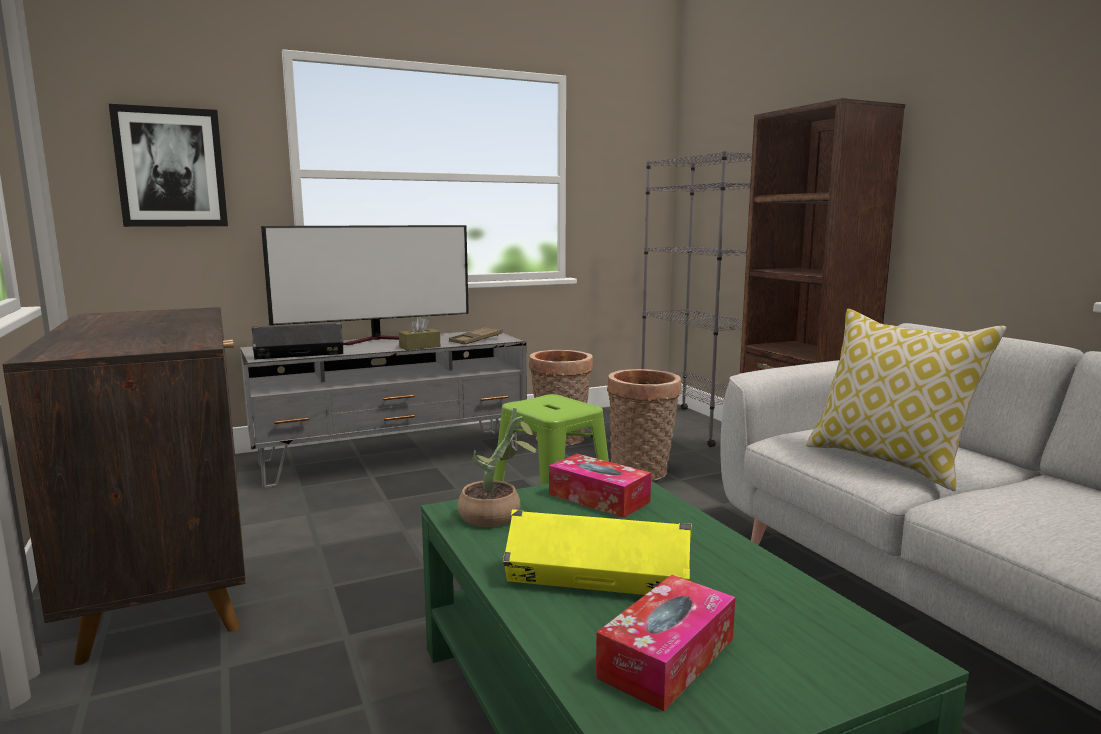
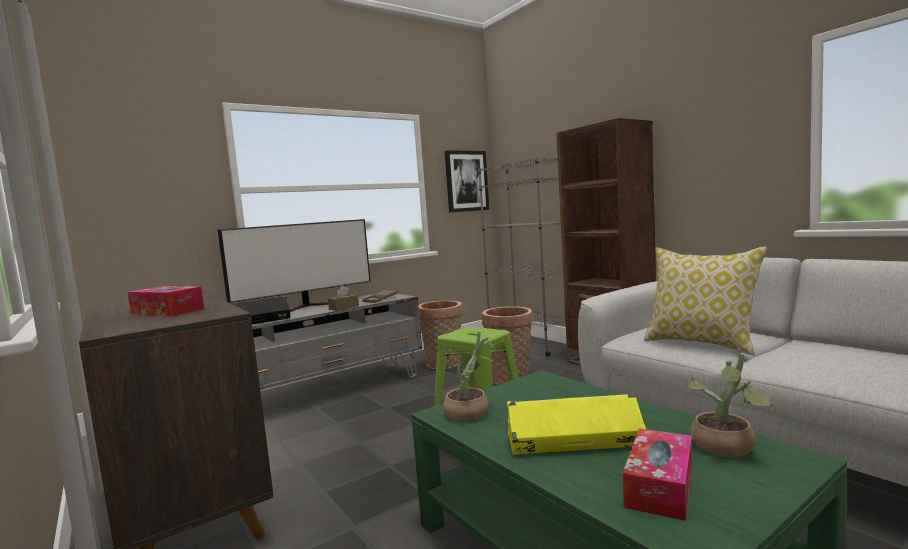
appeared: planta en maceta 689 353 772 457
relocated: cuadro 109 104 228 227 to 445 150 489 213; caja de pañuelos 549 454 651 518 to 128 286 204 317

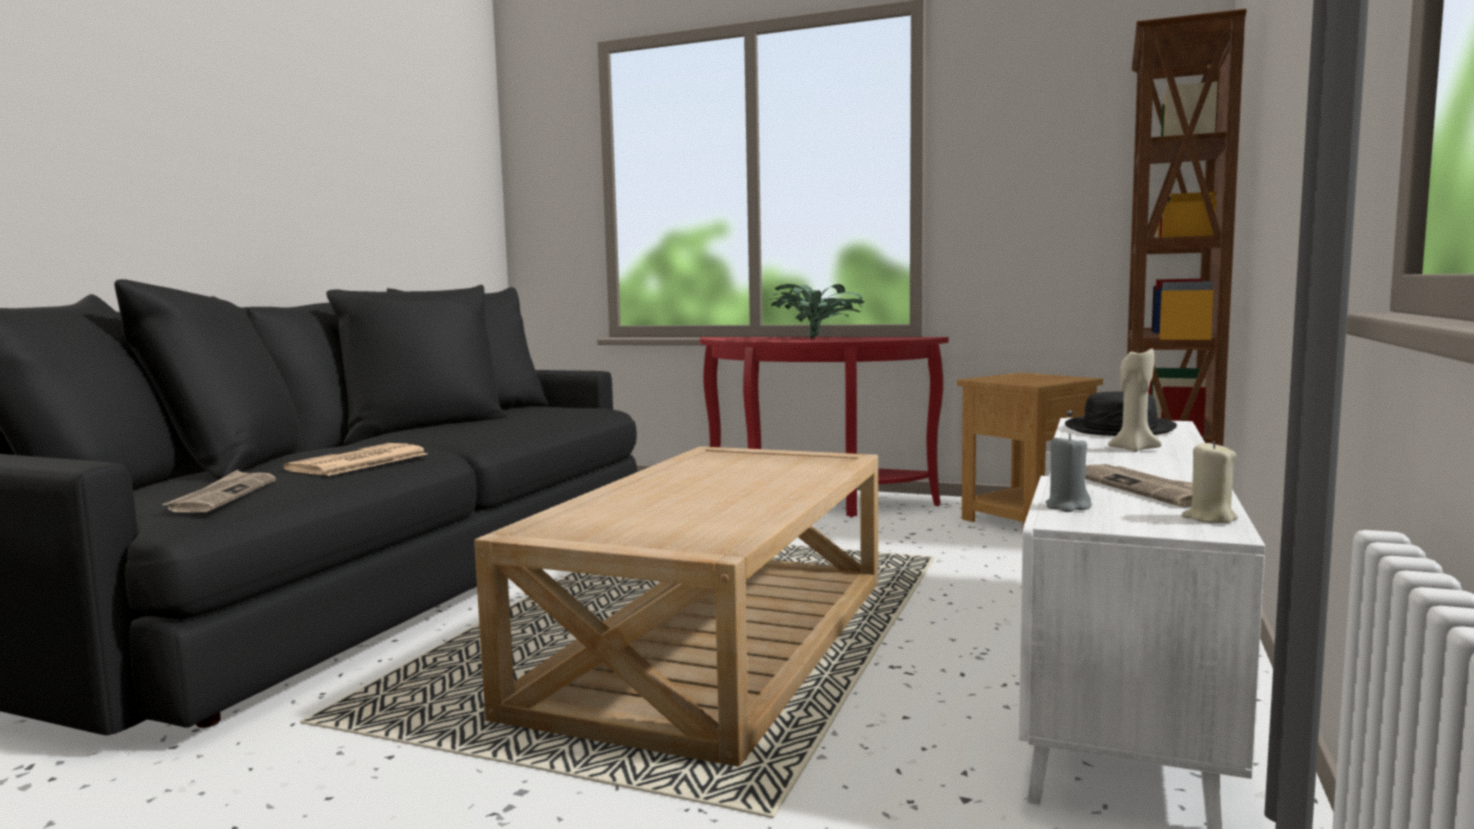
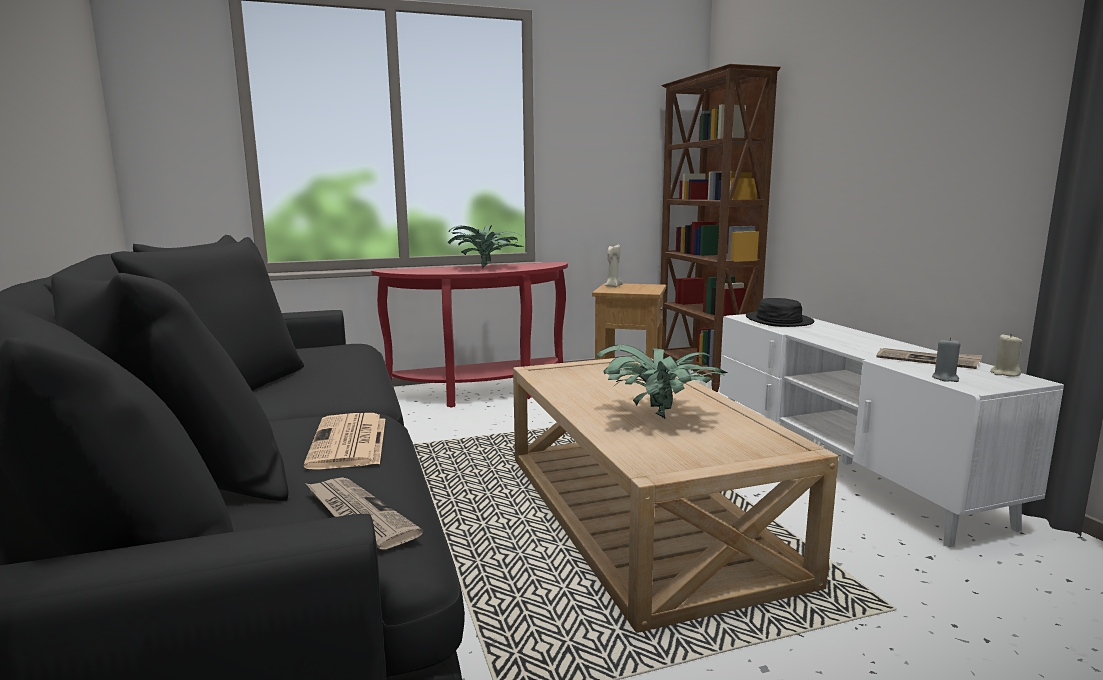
appeared: planta en maceta 596 345 728 419
relocated: vela [beis] 1108 346 1162 452 to 605 245 623 287

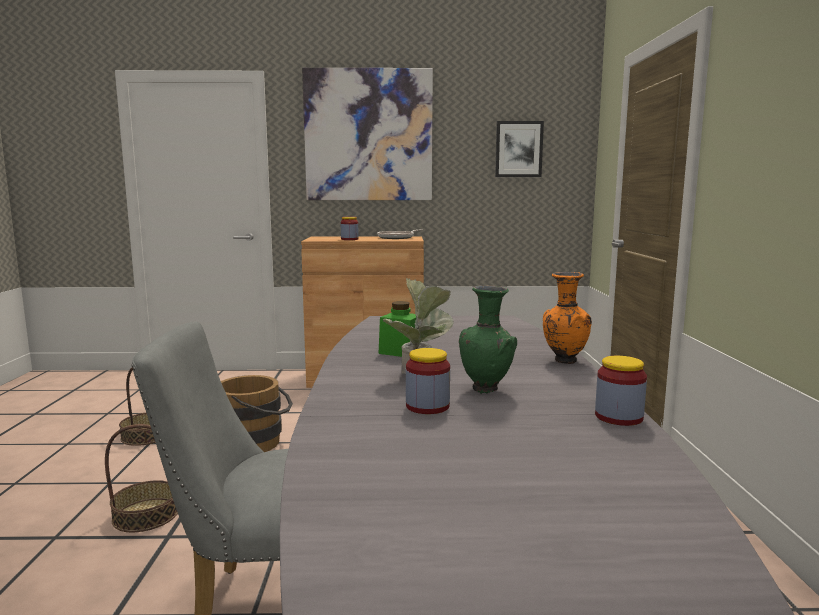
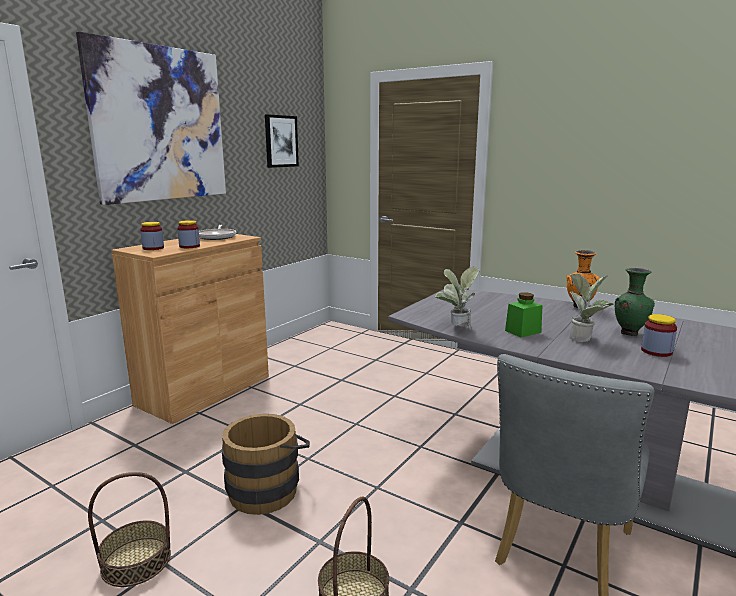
appeared: planta en maceta 435 266 479 330
relocated: tarro 595 356 647 426 to 140 222 164 250

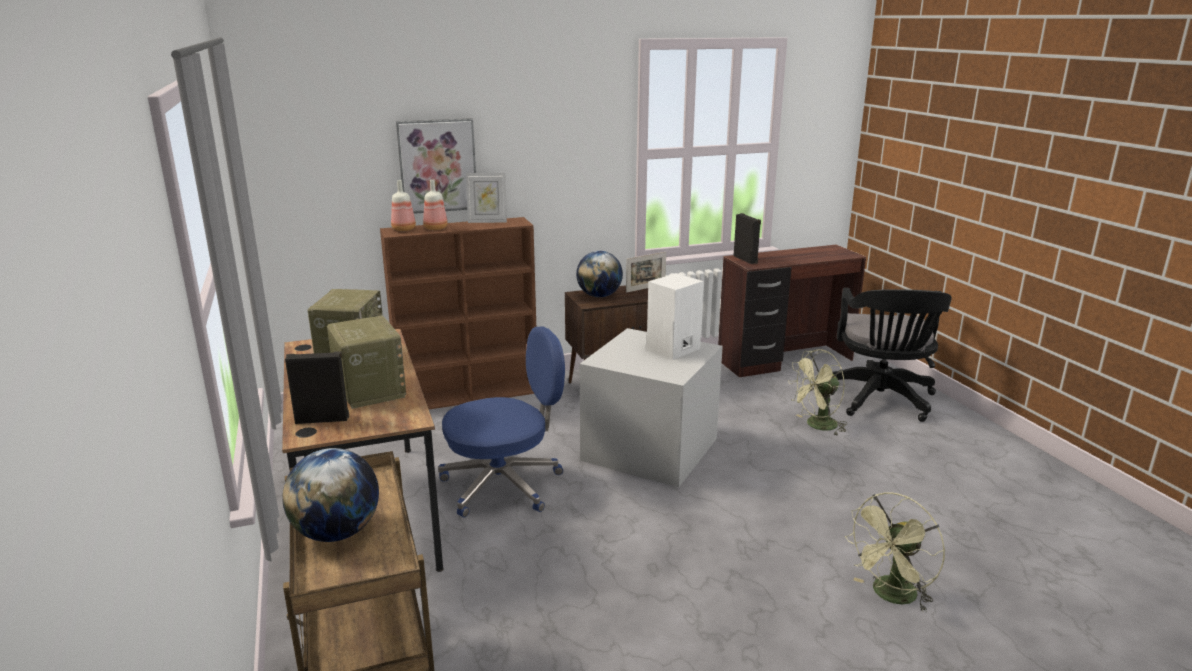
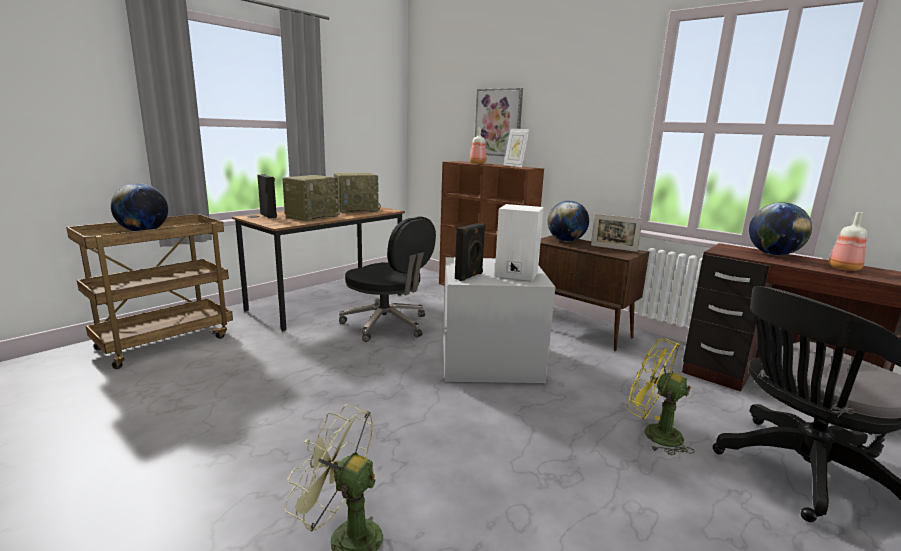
appeared: globo terráqueo 749 203 812 255
relocated: botella 391 180 416 231 to 829 212 867 271; altavoz [negro] 733 213 761 264 to 455 223 485 281
colour: silla de oficina [azul] 438 326 565 517 to silla de oficina [negro] 339 216 436 342; ventilador [verde] 788 349 847 435 to ventilador [amarillo] 627 338 695 456

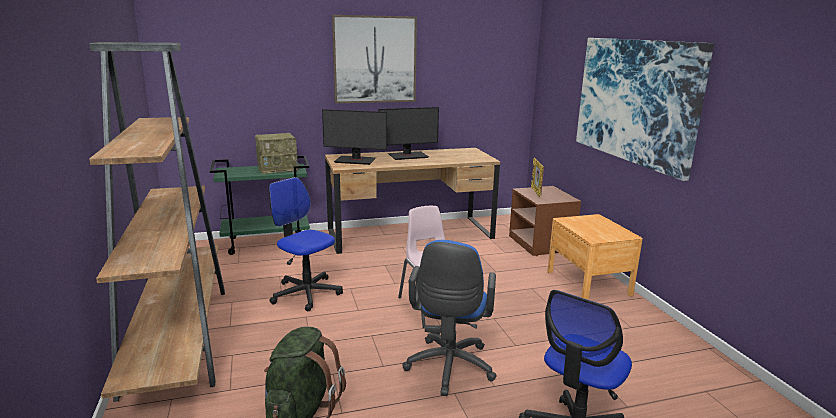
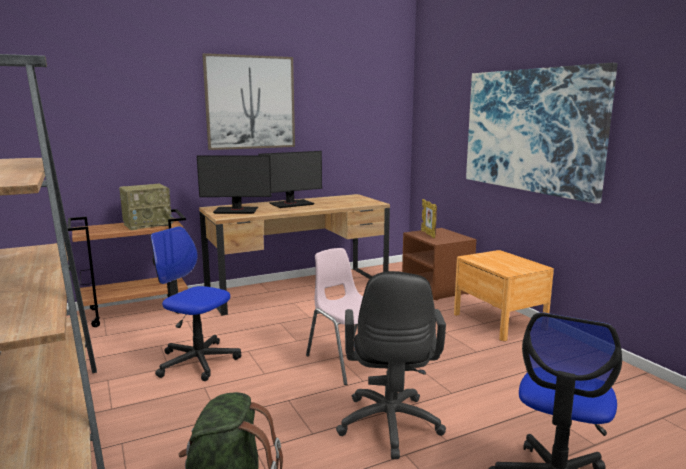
colour: carrito [verde] 210 156 310 255 to carrito [marrón] 68 209 188 327; silla de oficina [azul] 402 240 497 396 to silla de oficina [negro] 336 271 446 459

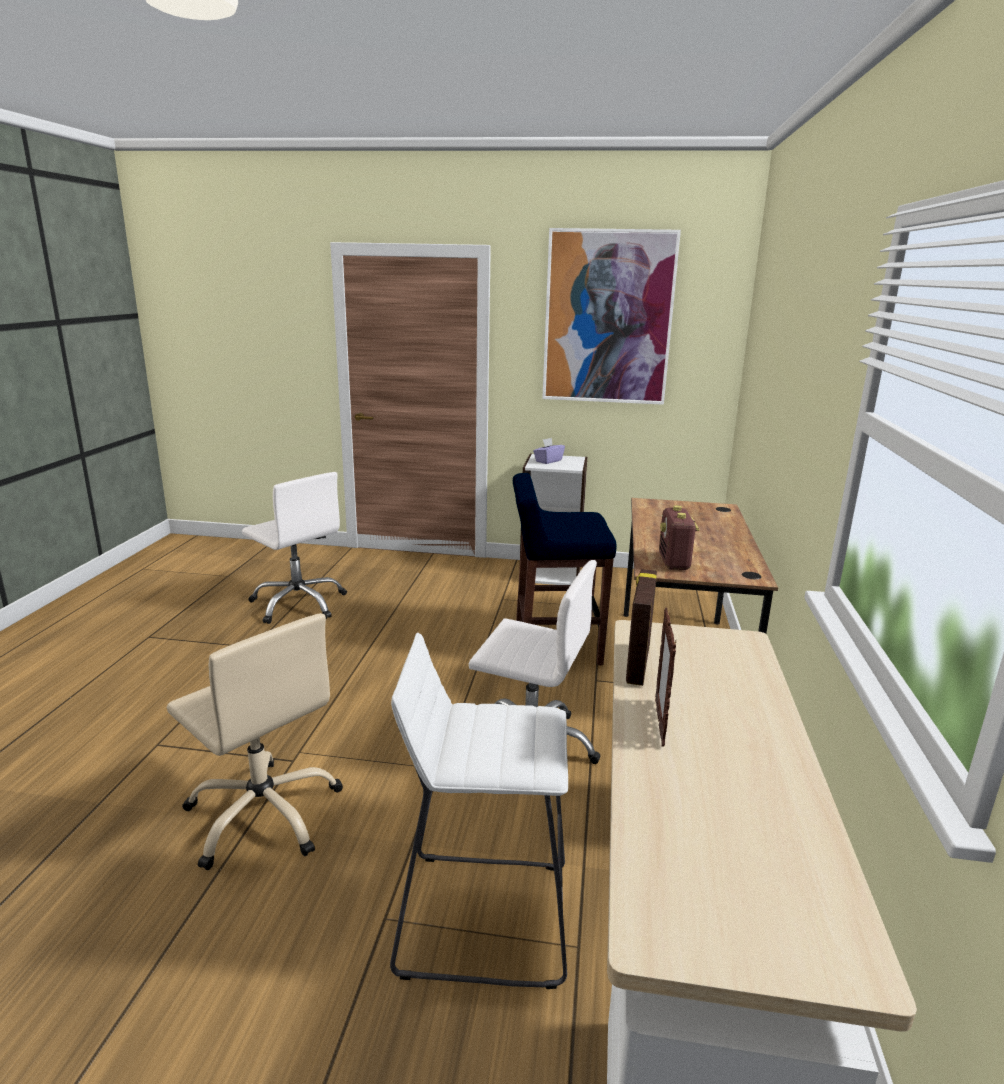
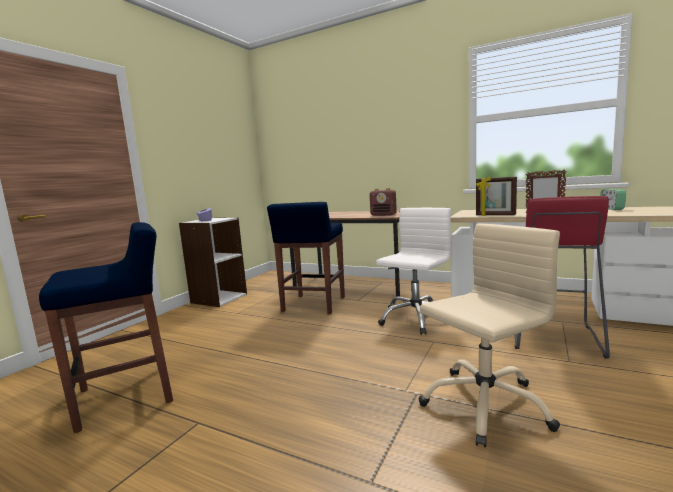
missing: cuadro 542 228 681 405
appeared: despertador 600 189 626 210
exchanged: silla de oficina [blanco] 242 472 347 624 to taburete [azul] 39 222 173 433
colour: taburete [blanco] 390 633 568 989 to taburete [rojo] 514 196 610 359

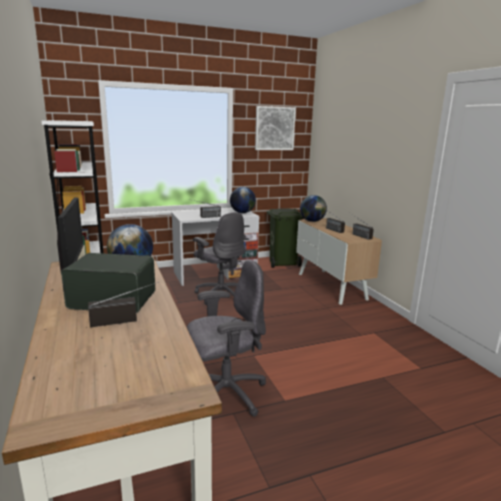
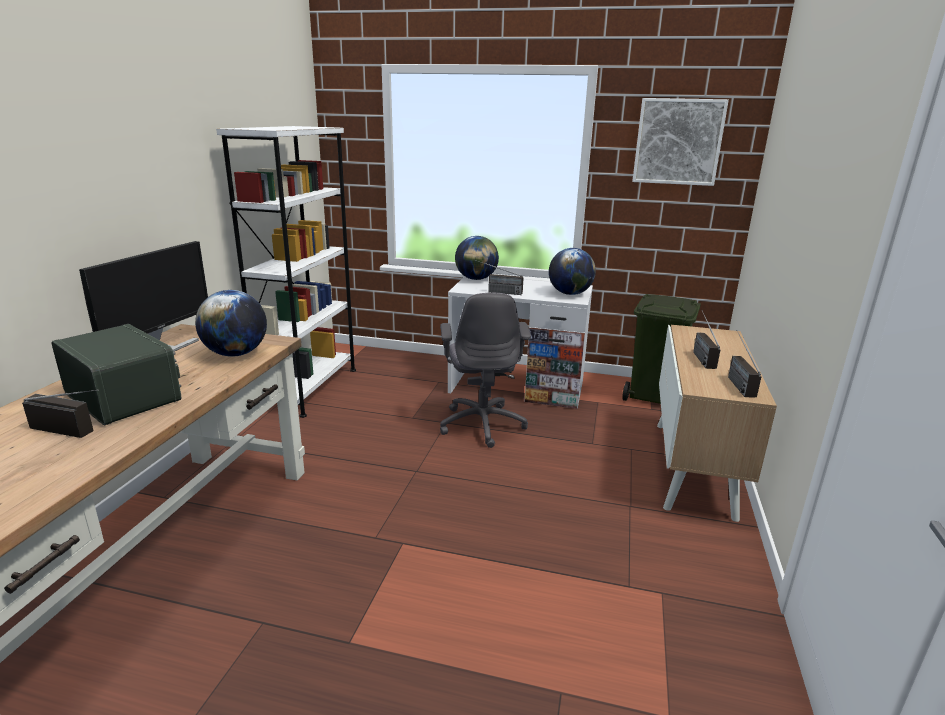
missing: silla de oficina [gris] 187 260 266 417
relocated: globo terráqueo 300 195 327 222 to 455 236 499 280

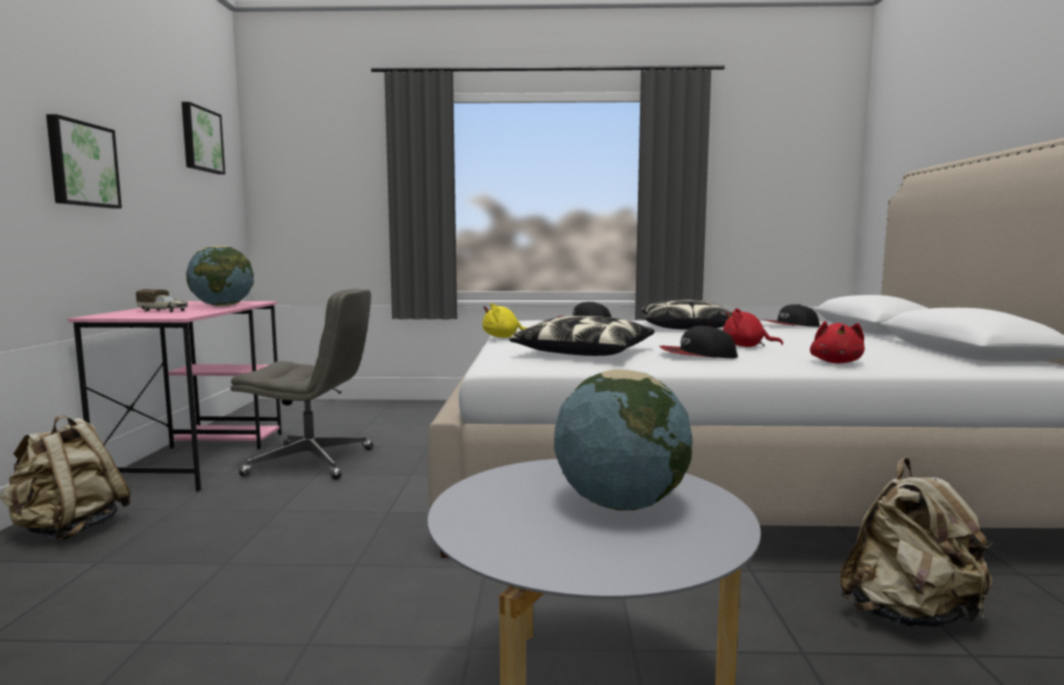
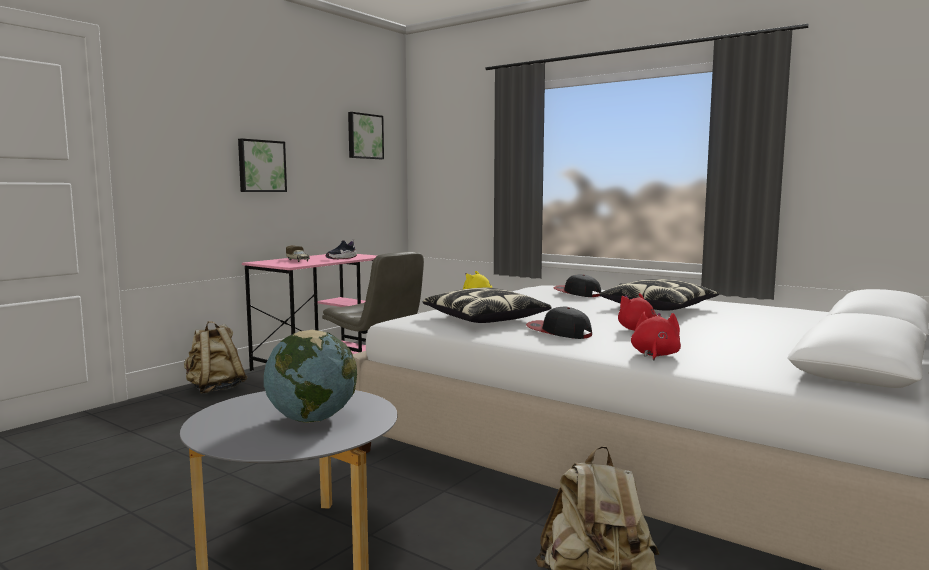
missing: gorra 765 304 820 327
exchanged: globo terráqueo 186 246 254 306 to zapato 326 239 357 259
spun: peluche [rojo] 810 321 865 363 = 631 312 681 361 150 degrees clockwise

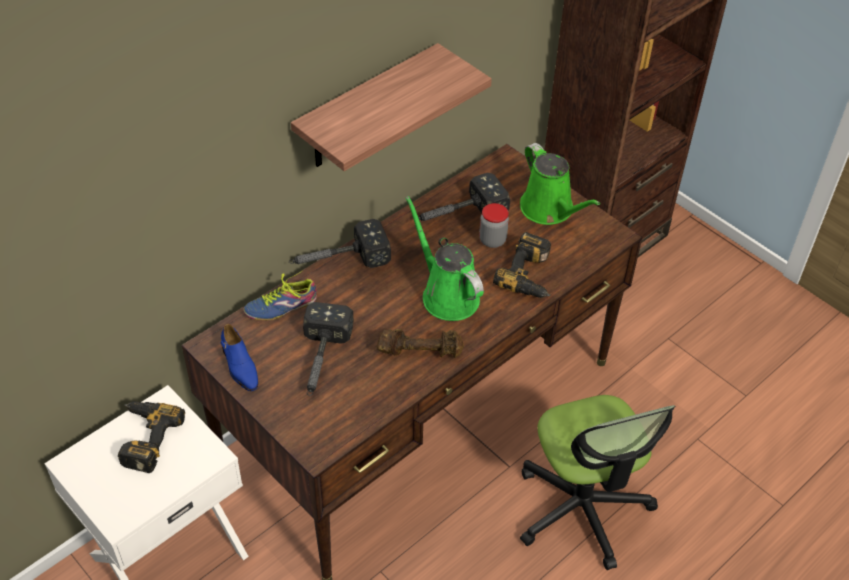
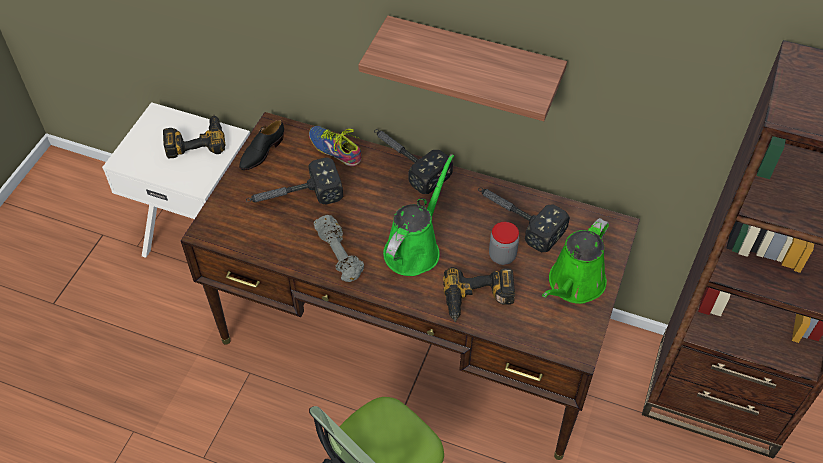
colour: zapato [azul] 221 324 258 391 to zapato [negro] 239 120 284 170; mancuerna [marrón] 377 329 464 358 to mancuerna [gris] 314 215 364 282

